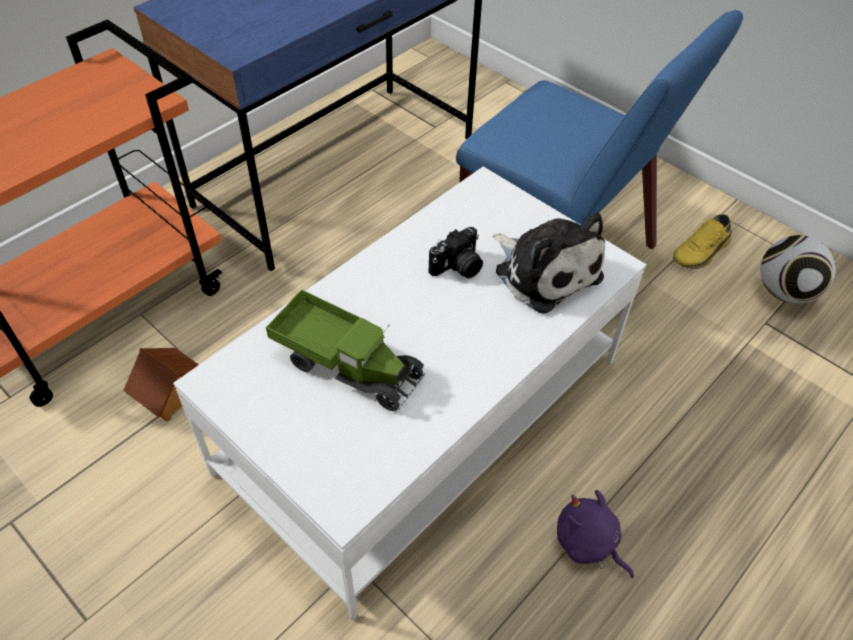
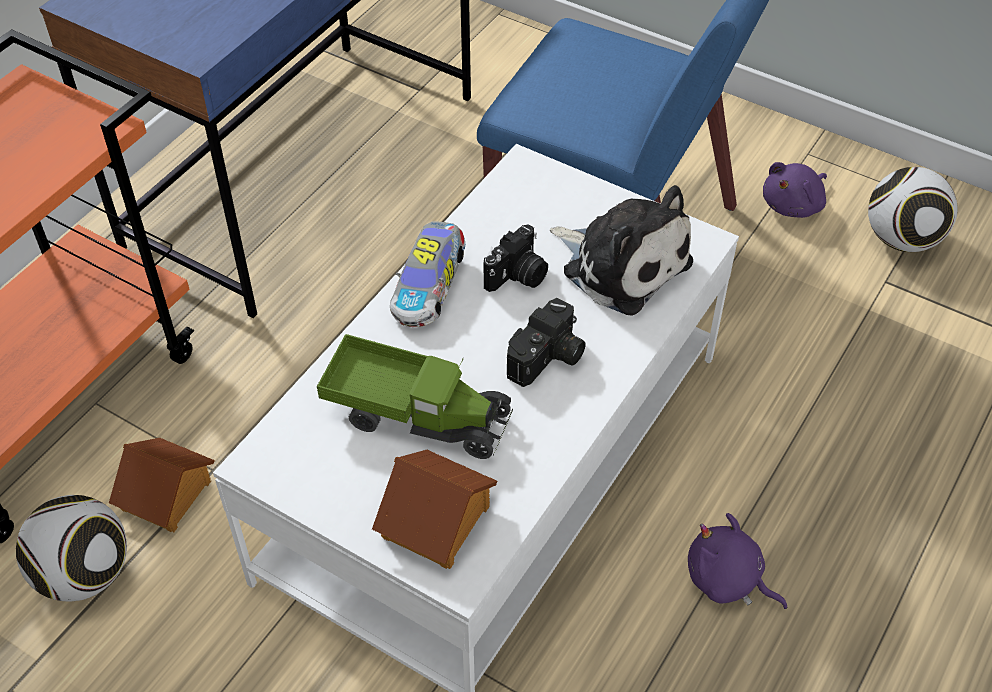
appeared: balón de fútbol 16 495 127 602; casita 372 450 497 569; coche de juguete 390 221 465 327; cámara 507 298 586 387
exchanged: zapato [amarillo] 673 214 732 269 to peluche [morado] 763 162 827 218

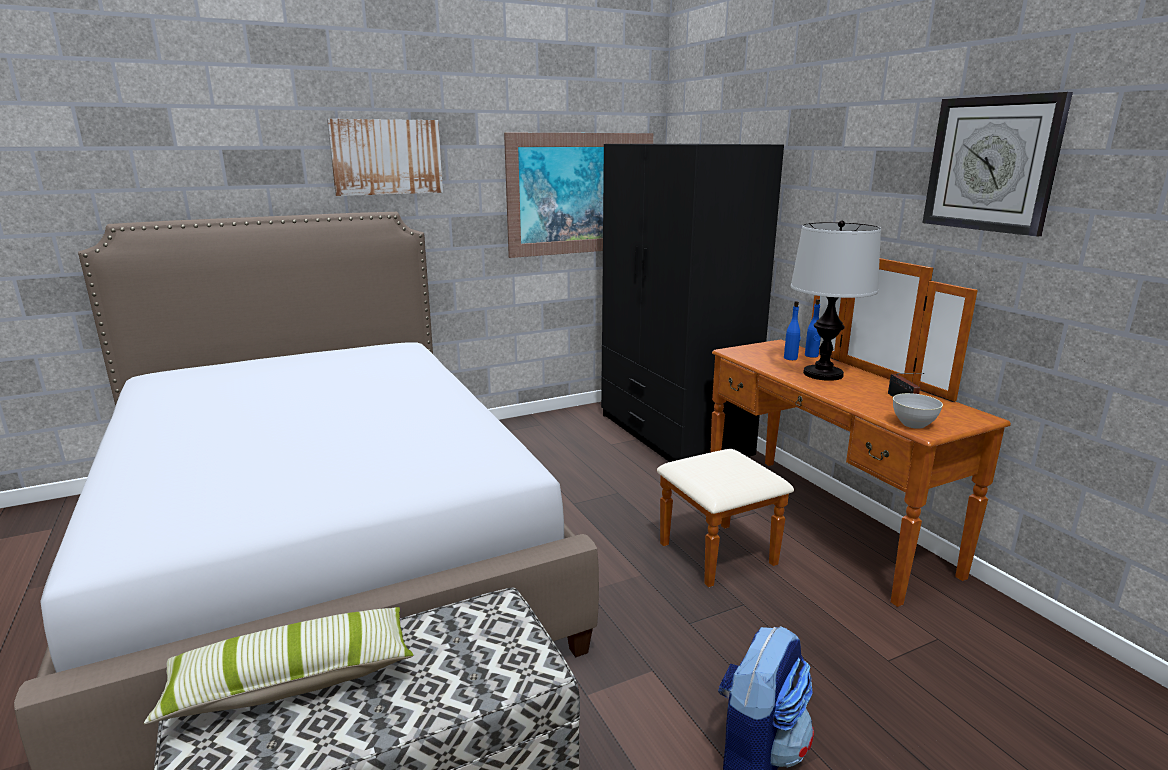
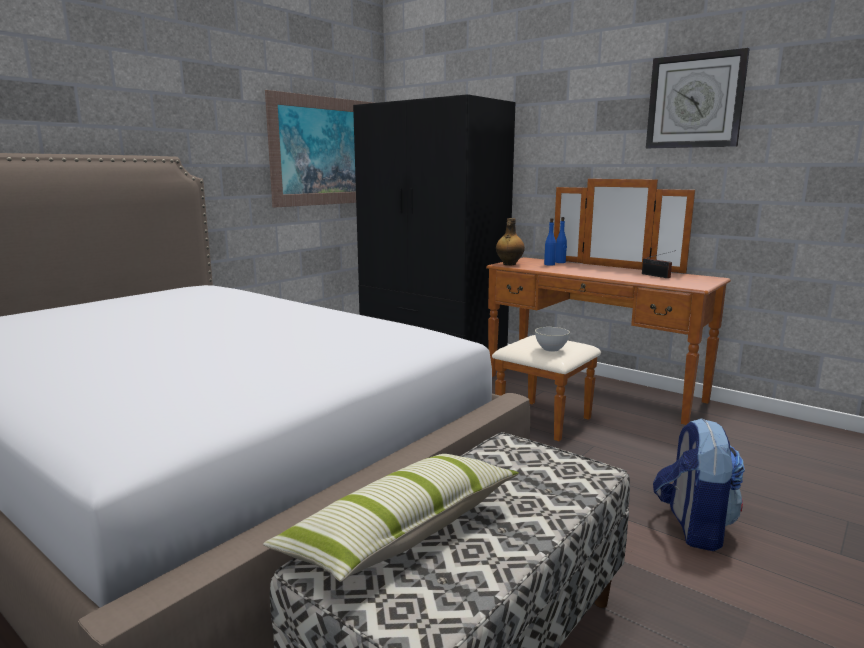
missing: cuadro 327 119 443 196; lámpara de mesa 791 220 881 381
appeared: botella 496 218 525 265
relocated: cuenco [gris] 893 393 943 429 to 535 327 570 352

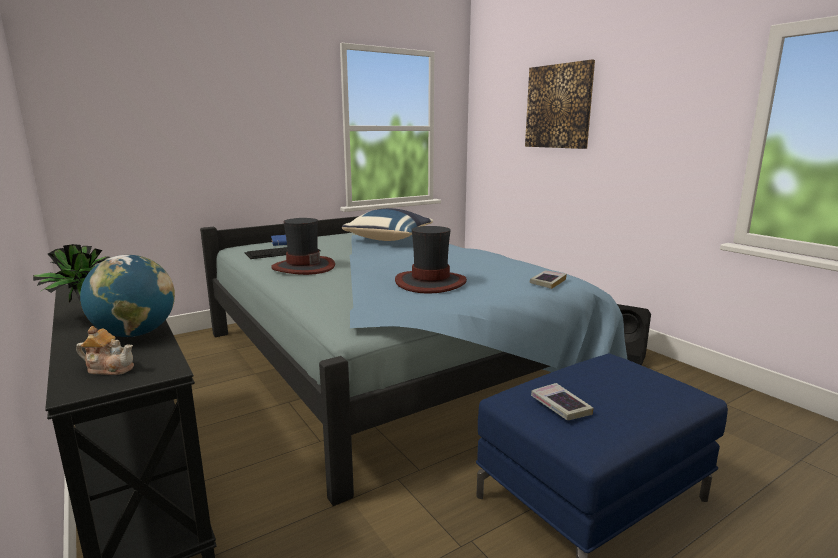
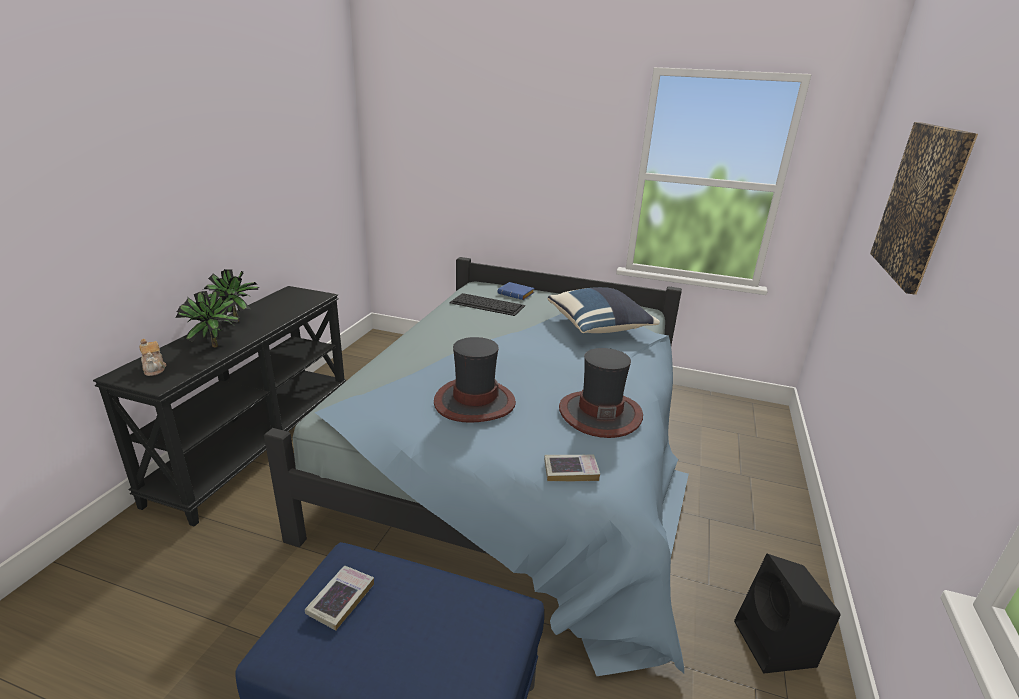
relocated: sombrero 271 218 335 275 to 559 348 643 438
exchanged: globo terráqueo 80 255 175 337 to planta en maceta 175 291 239 348

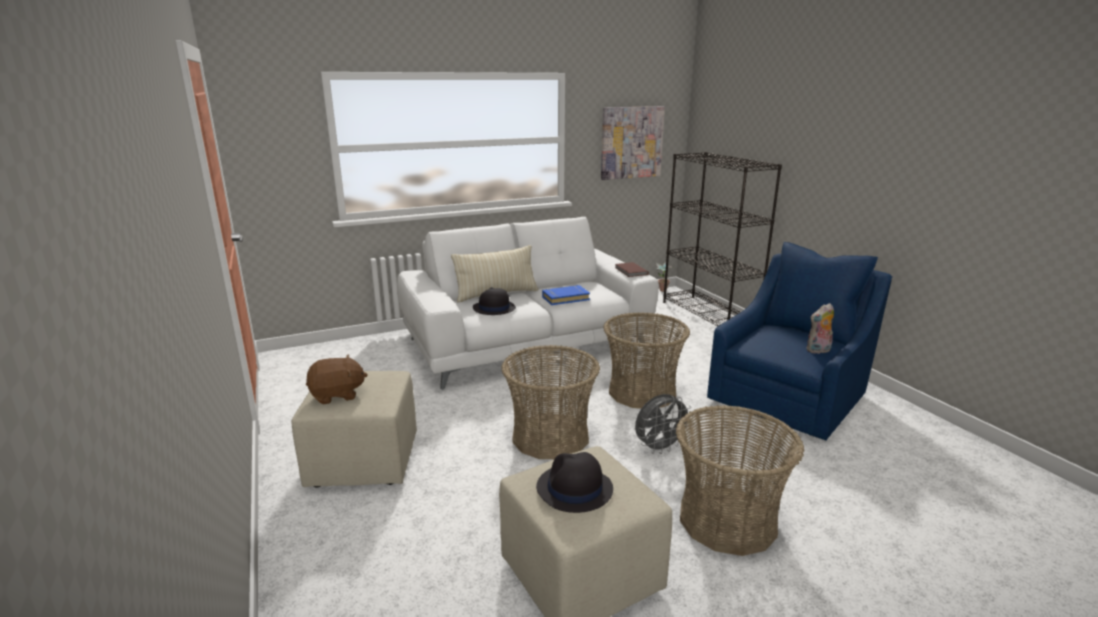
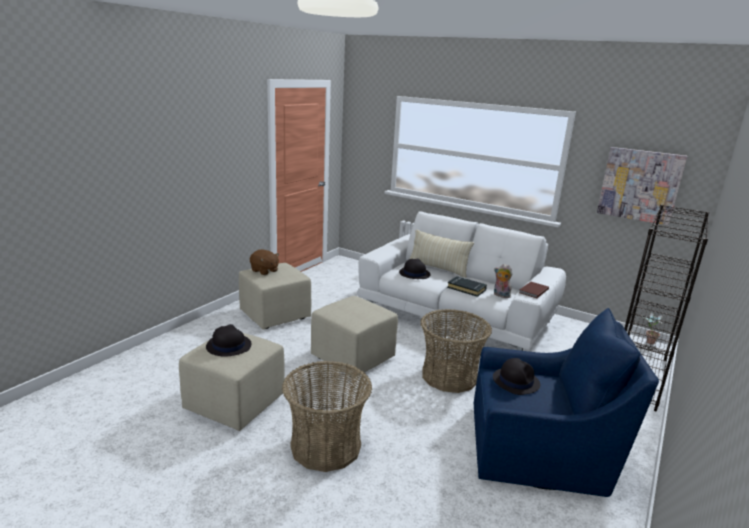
missing: ventilador [gris] 635 394 691 454
appeared: sombrero [negro] 493 358 540 395
relocated: peluche 807 303 834 354 to 494 264 513 298
exchanged: cesta 501 345 600 459 to puf [beis] 311 296 398 378
colour: libro [azul] 542 285 590 305 to libro [negro] 447 276 487 297

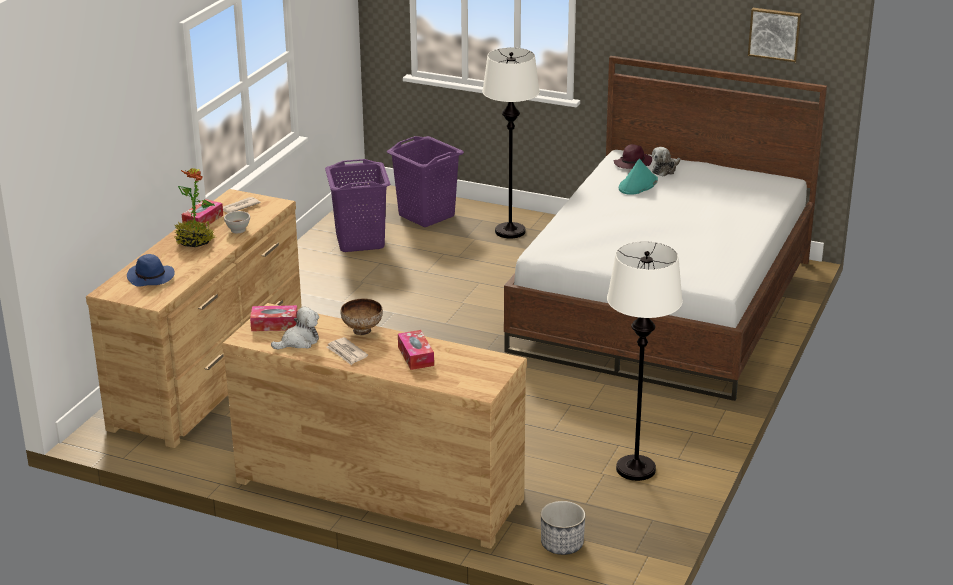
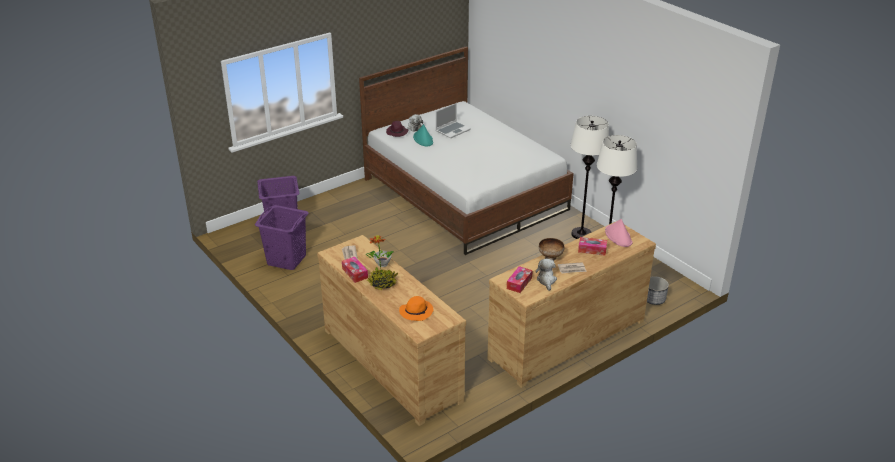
missing: cuadro 748 8 801 62
appeared: portátil 436 103 471 139; sombrero [rosa] 605 219 633 247
relocated: lámpara de pie [blanco] 482 48 540 238 to 570 116 609 239
colour: sombrero [azul] 127 254 175 287 to sombrero [naranja] 399 296 434 321

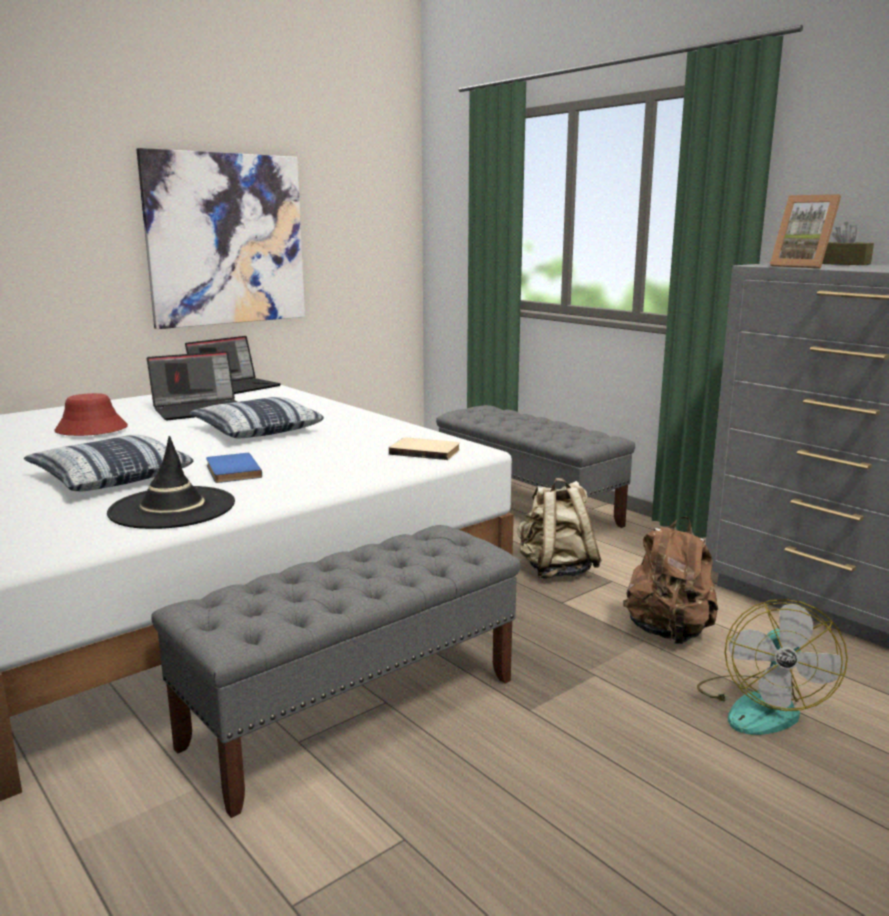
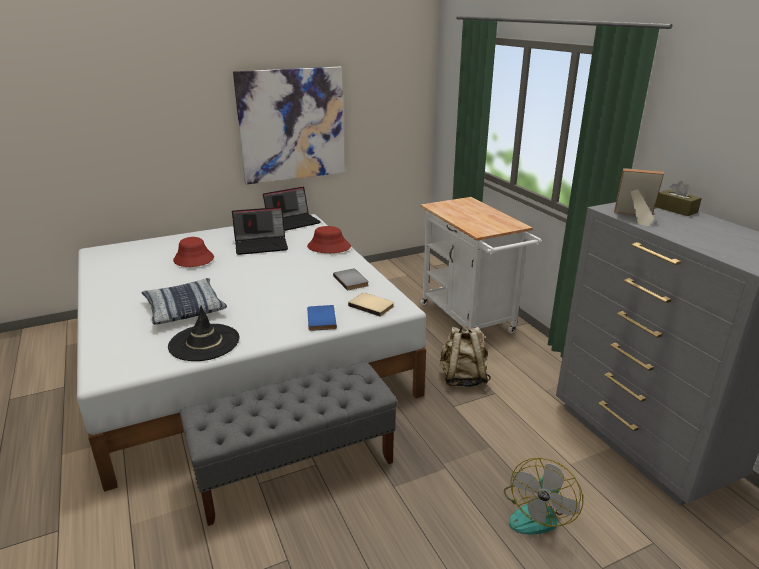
missing: cojín 189 397 324 439; mochila [marrón] 623 516 718 644
appeared: sombrero [rojo] 307 226 351 253; libro [gris] 333 269 369 291
relocated: libro [azul] 206 453 262 483 to 307 305 337 331
exchanged: banco [gris] 436 405 635 528 to carrito [blanco] 420 197 542 333
spun: portarretratos 769 194 841 268 = 614 168 664 227 135 degrees clockwise

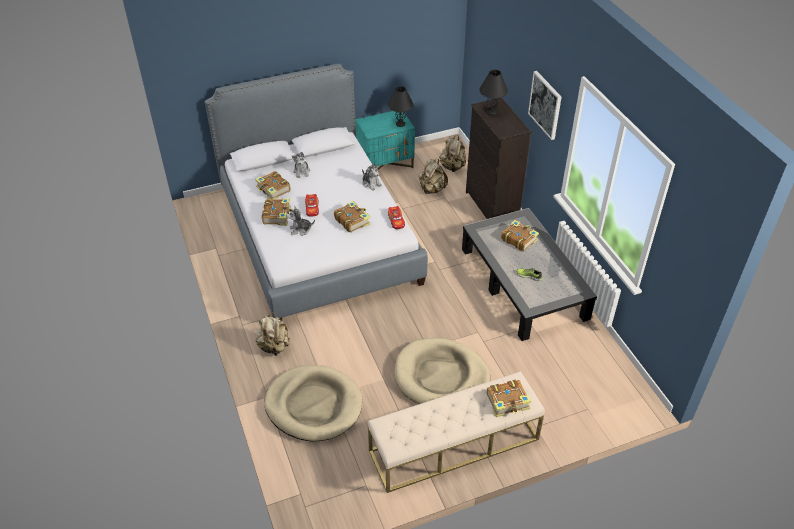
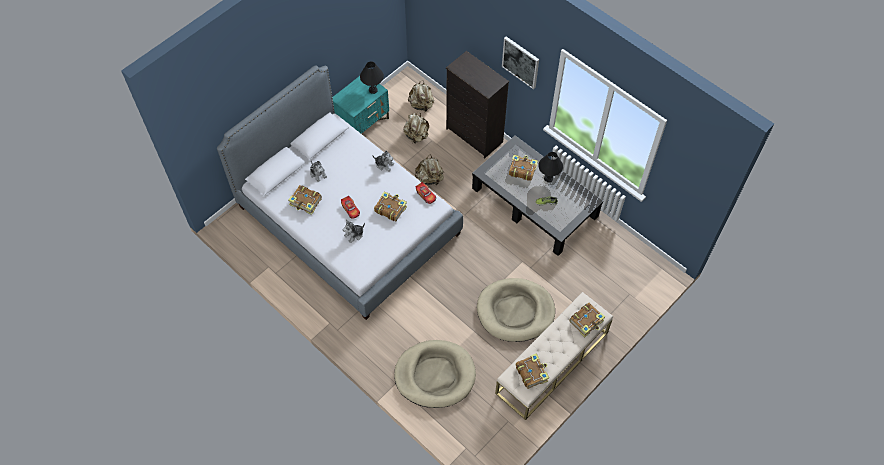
relocated: mochila [beis] 256 312 290 356 to 415 155 444 185; libro 262 198 293 226 to 516 353 549 389; lámpara de mesa [negro] 479 70 508 115 to 538 152 563 182

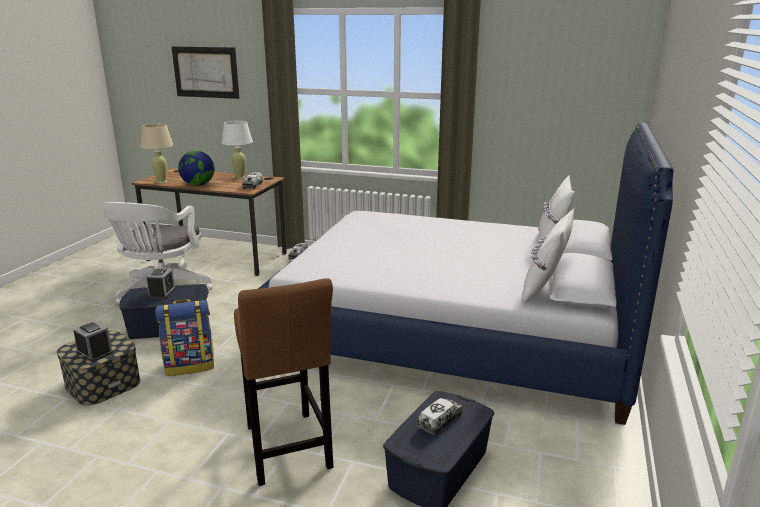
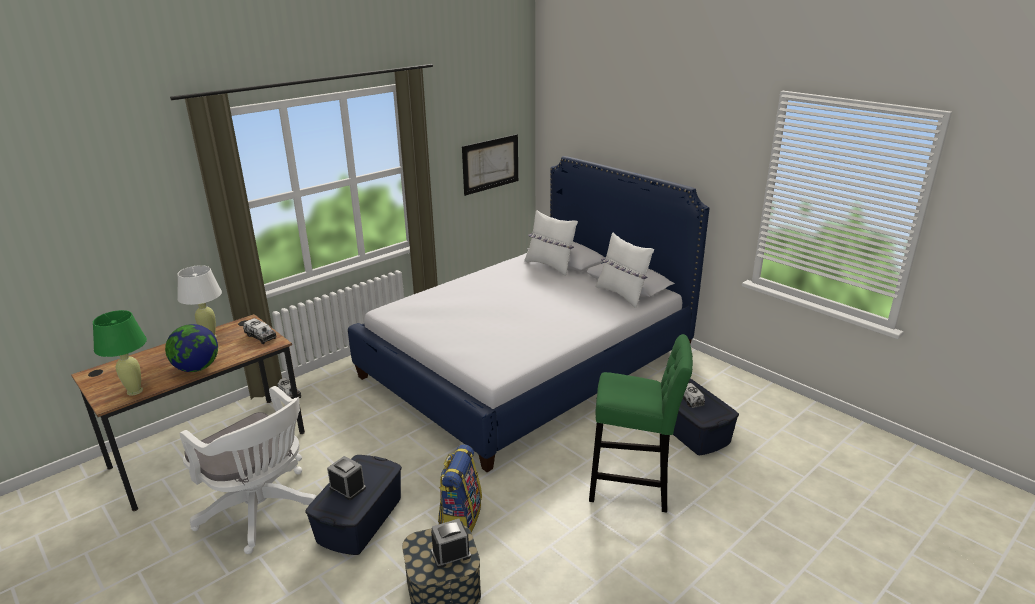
relocated: cuadro 172 47 239 99 to 462 134 518 196
colour: lámpara de mesa [beis] 140 124 173 183 to lámpara de mesa [verde] 93 310 147 396; taburete [marrón] 234 278 333 486 to taburete [verde] 589 334 693 512

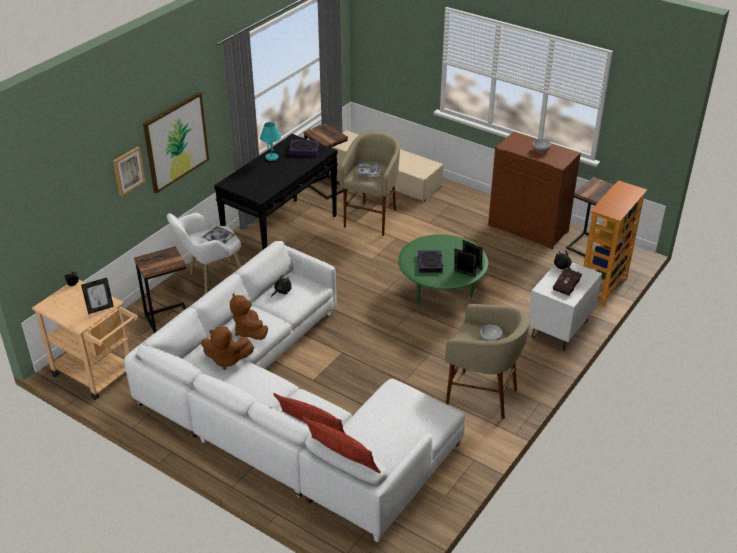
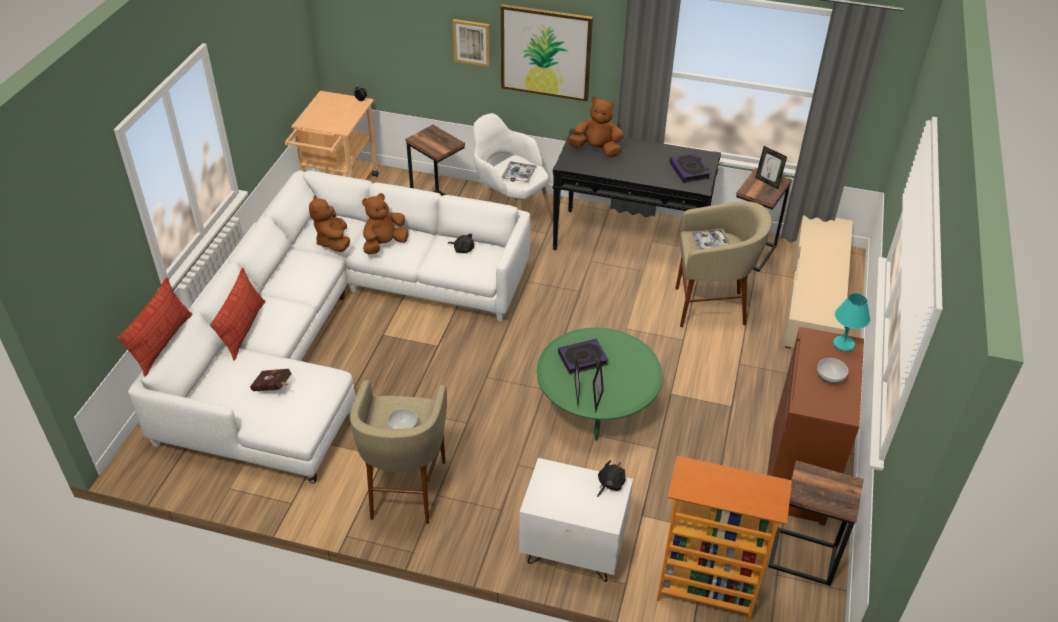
appeared: peluche [marrón] 568 97 624 157
relocated: portarretratos 81 278 114 314 to 755 146 787 189; lámpara de mesa [turquesa] 260 122 281 161 to 833 293 870 352; libro [rojo] 553 268 582 296 to 250 369 292 392

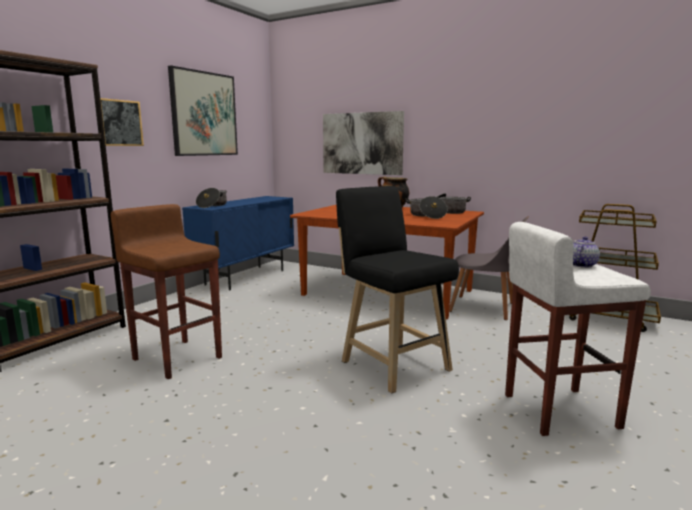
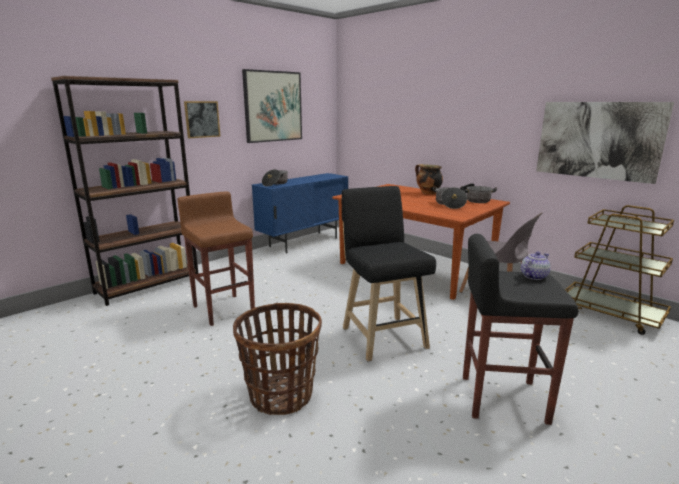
appeared: cesta 233 303 322 415
relocated: cuadro 323 111 404 175 to 536 102 674 184
colour: taburete [blanco] 505 222 651 436 to taburete [negro] 463 234 579 425

